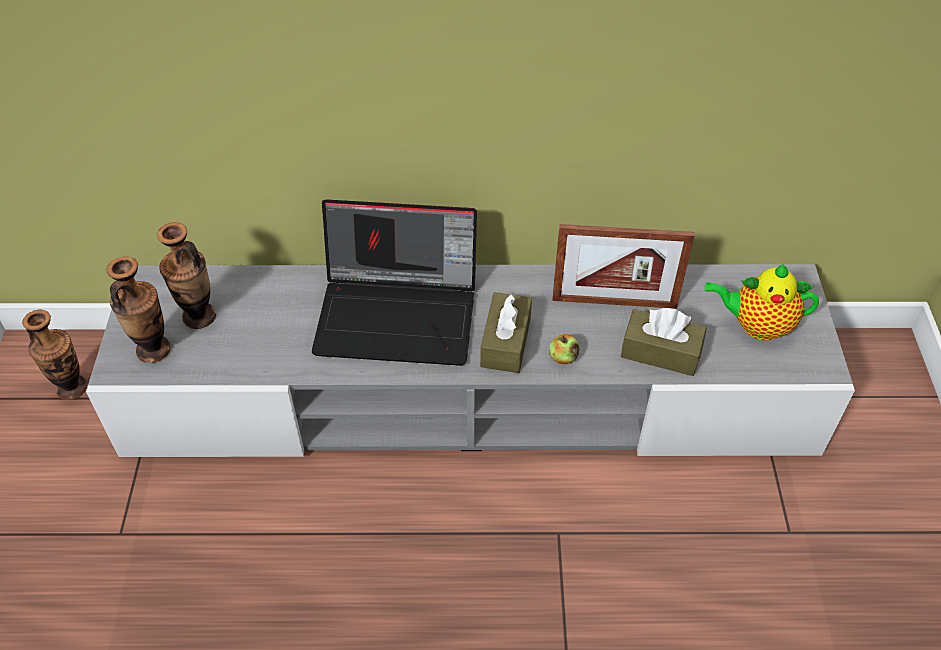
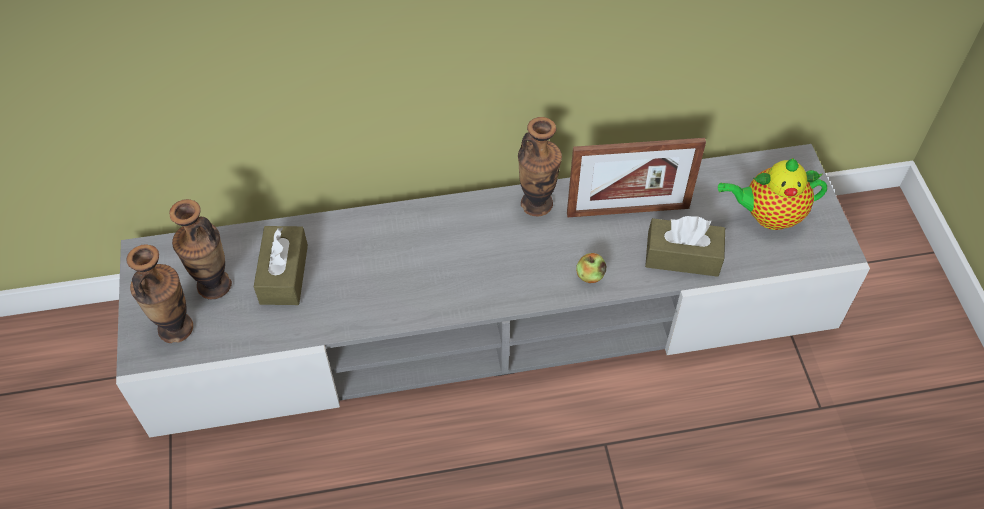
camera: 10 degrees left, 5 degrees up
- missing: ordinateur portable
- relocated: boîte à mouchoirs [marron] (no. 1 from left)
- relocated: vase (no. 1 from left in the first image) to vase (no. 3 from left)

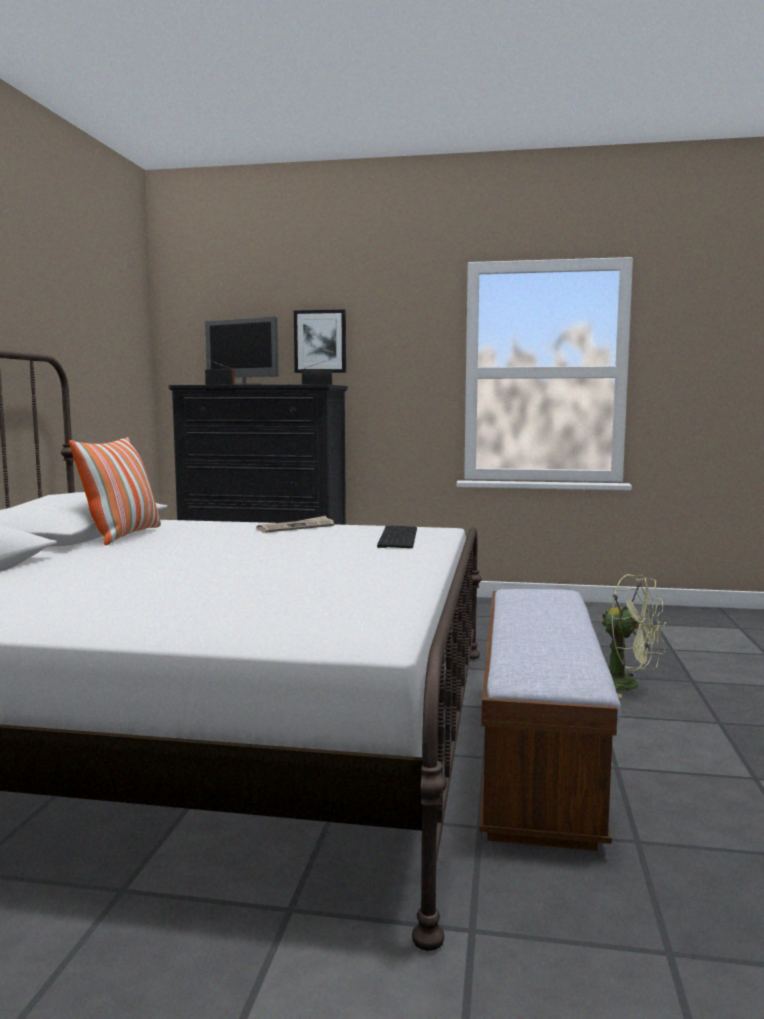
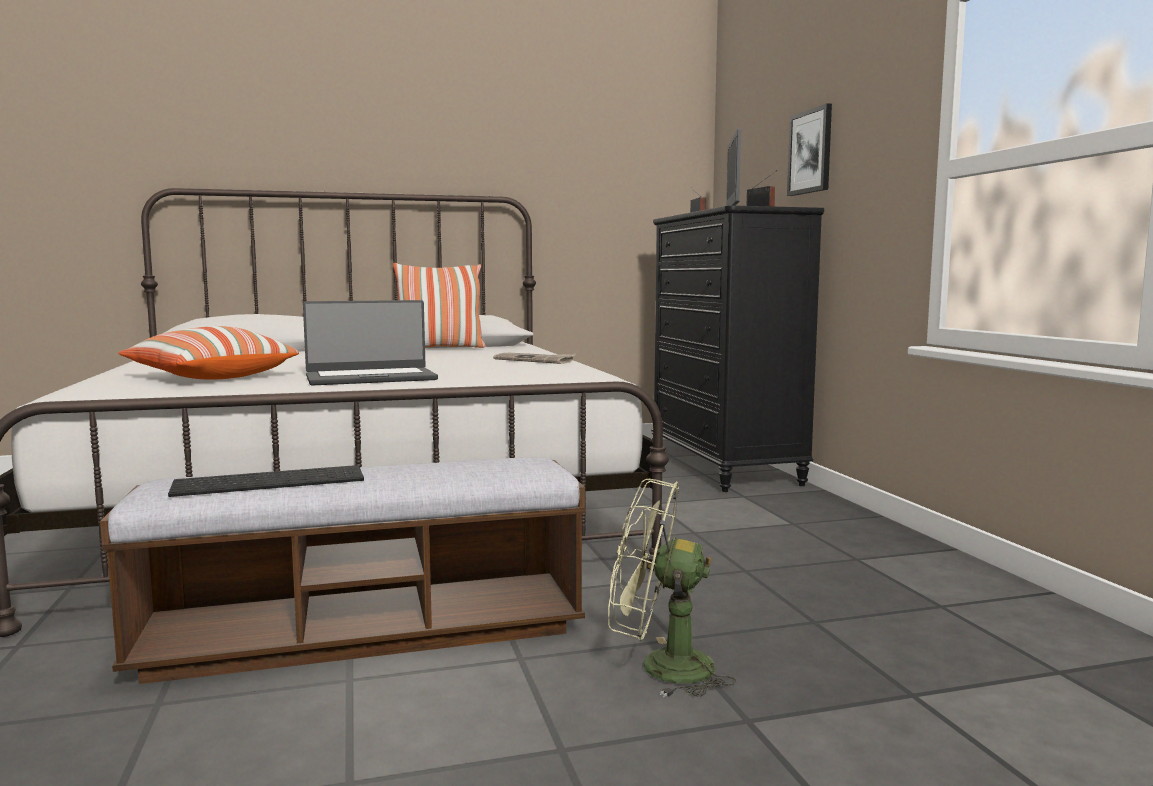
camera: 65 degrees right, 0 degrees up
- relocated: clavier
- spun: ventilateur [vert] 90 degrees clockwise
- appeared: ordinateur portable
- appeared: coussin (no. 1 from left)

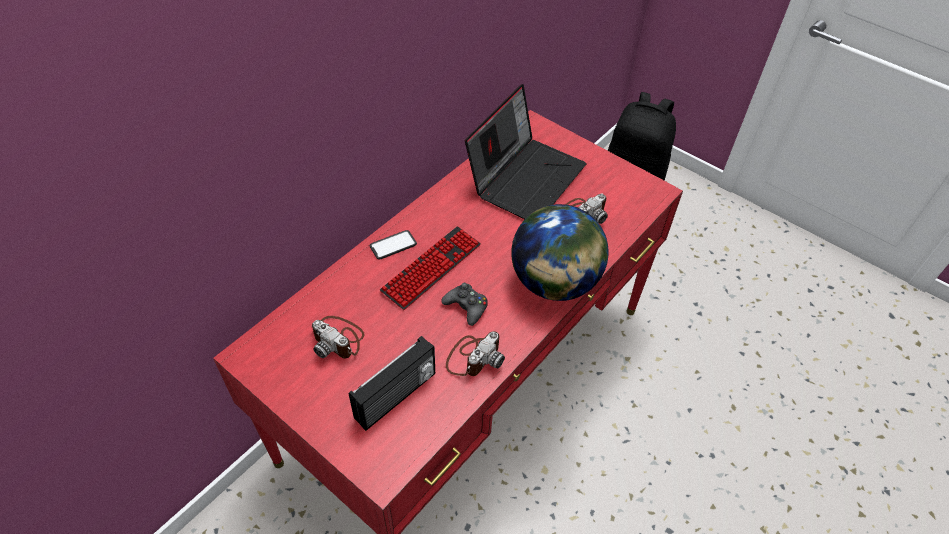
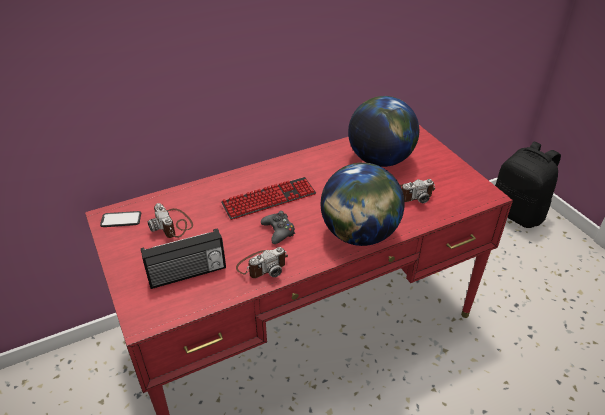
camera: 25 degrees right, 10 degrees down
- exchanged: ordinateur portable to globe (no. 2 from left)
- relocated: téléphone

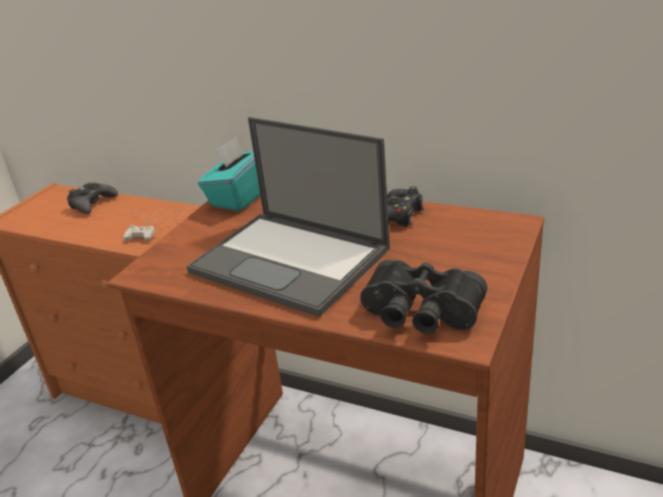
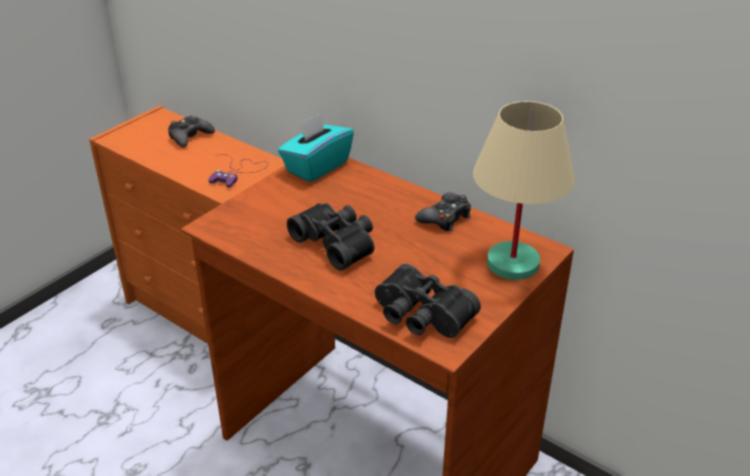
camera: 10 degrees right, 5 degrees up
- exchanged: ordinateur portable to jumelles [noir] (no. 1 from left)
- colour: manette [blanc] to manette [violet]
- appeared: lampe de table [beige]

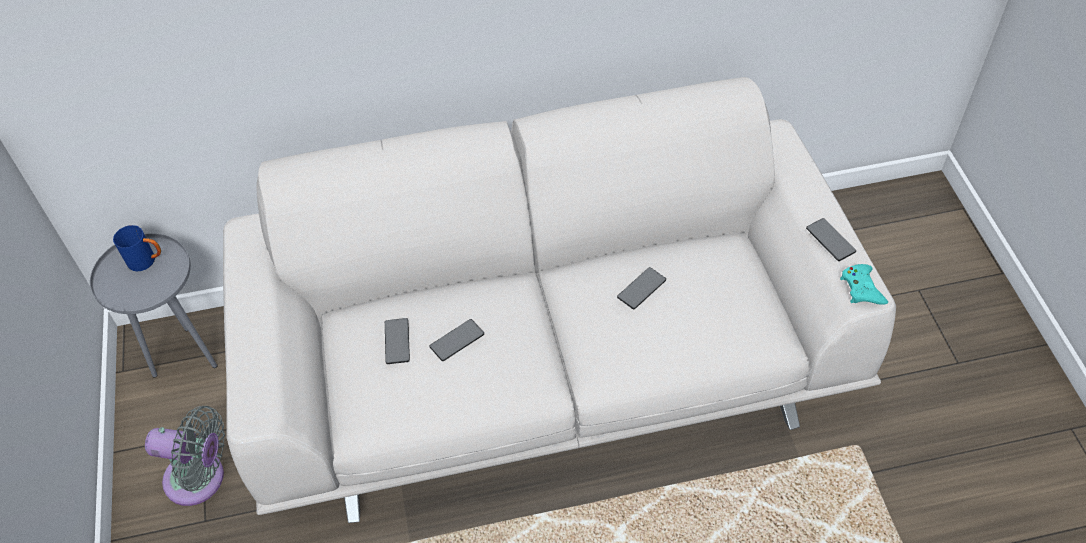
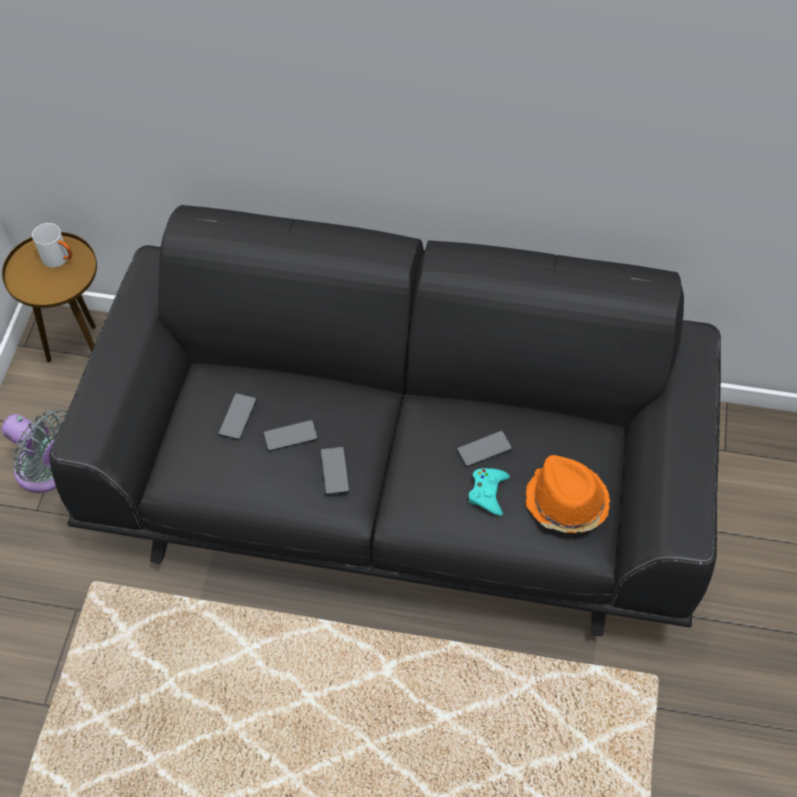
camera: 20 degrees right, 5 degrees up
- colour: canapé [blanc] to canapé [noir]
- relocated: téléphone (no. 4 from left in the first image) to téléphone (no. 3 from left)
- colour: mug [bleu] to mug [blanc]
- colour: table d'appoint [gris] to table d'appoint [marron]
- relocated: manette [turquoise]
- appeared: chapeau [orange]

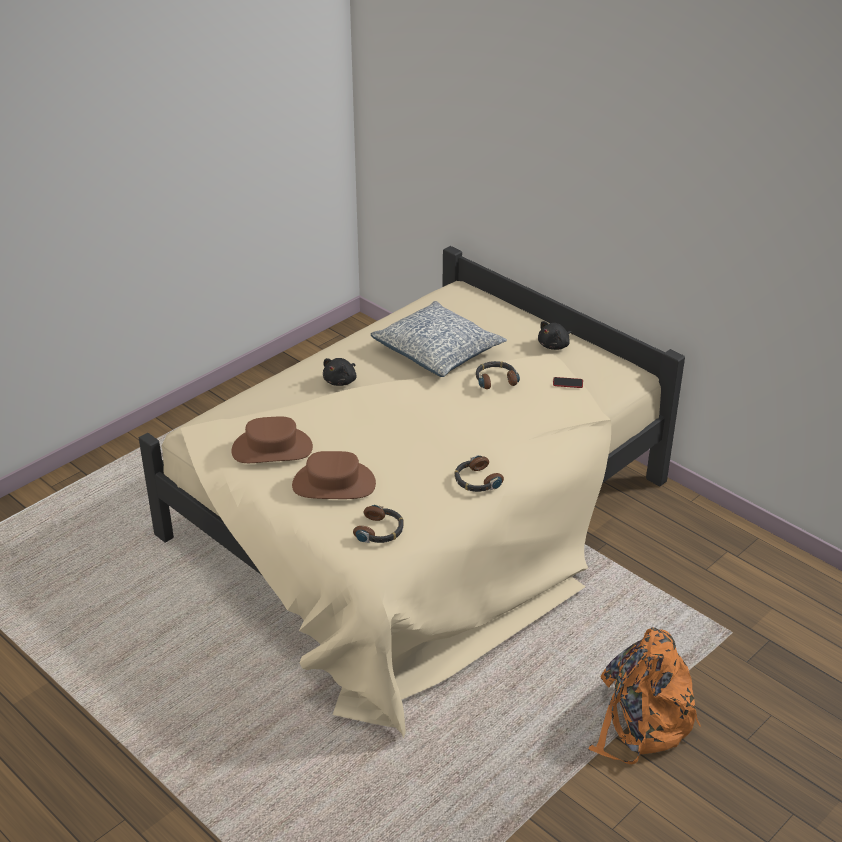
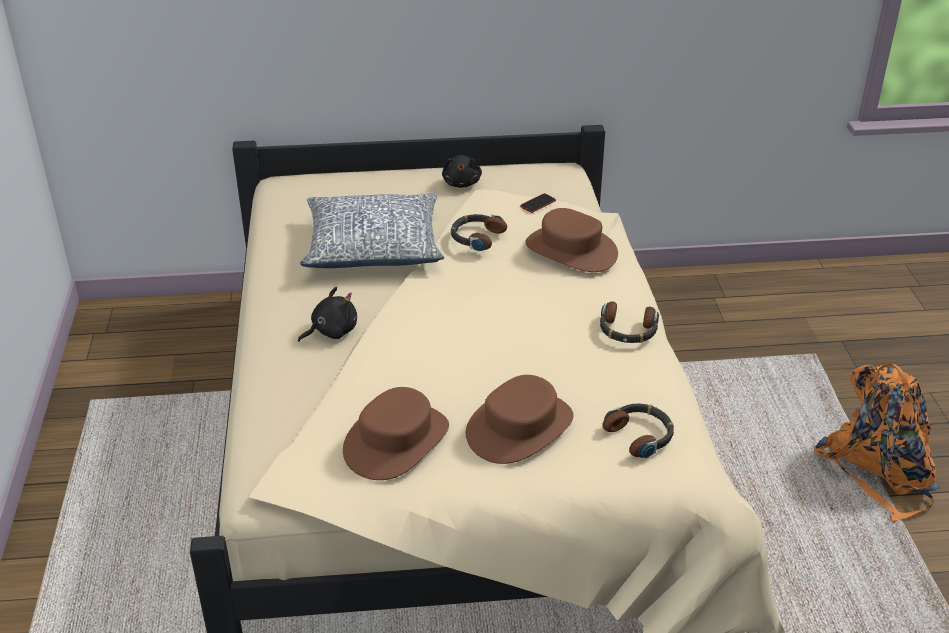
camera: 50 degrees left, 0 degrees up
- spun: peluche [noir] (no. 1 from left) 105 degrees counterclockwise
- appeared: chapeau [marron] (no. 3 from left)

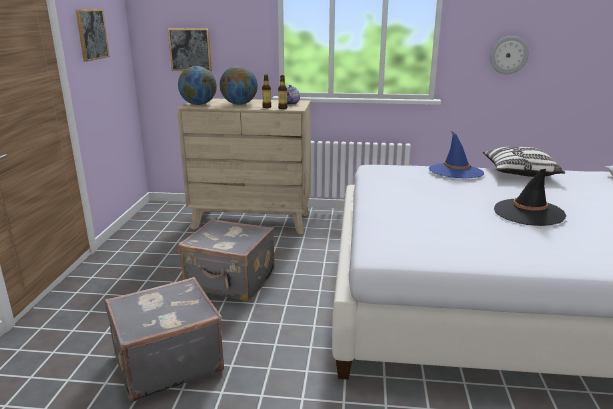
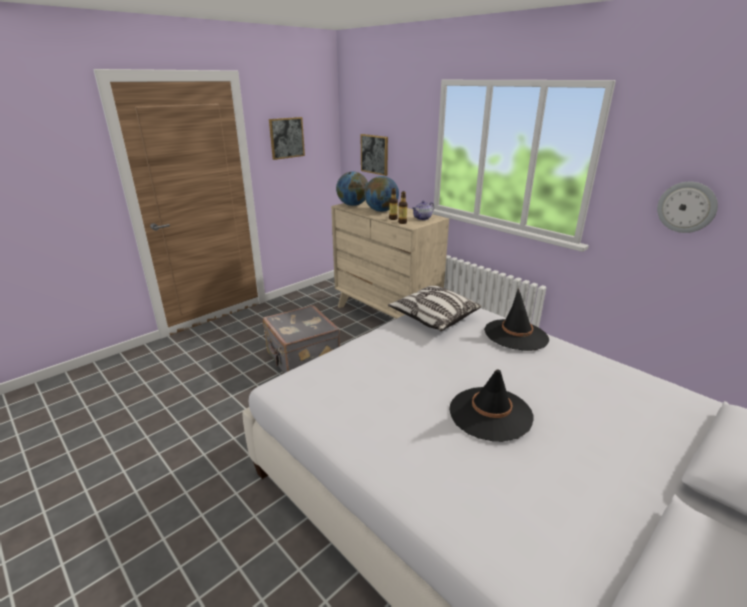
camera: 40 degrees right, 5 degrees up
- colour: chapeau [bleu] to chapeau [noir] (no. 2 from left)
- relocated: coussin
- missing: valise [gris] (no. 1 from left)

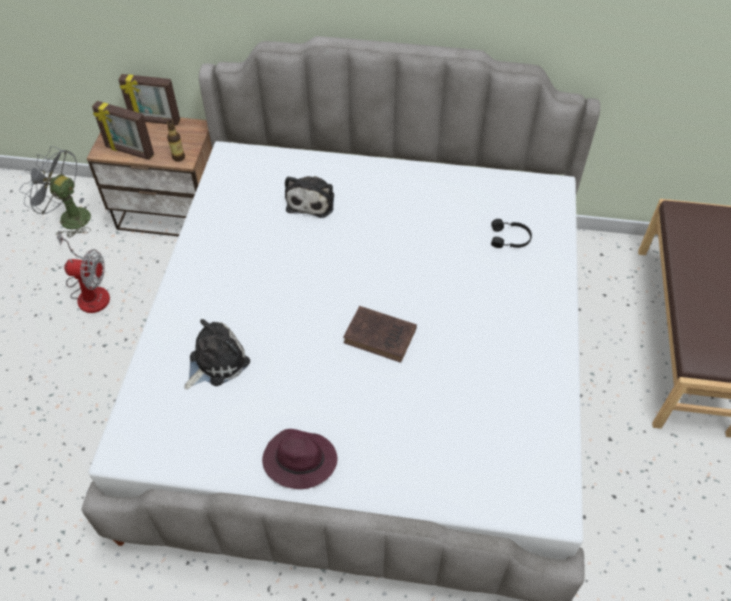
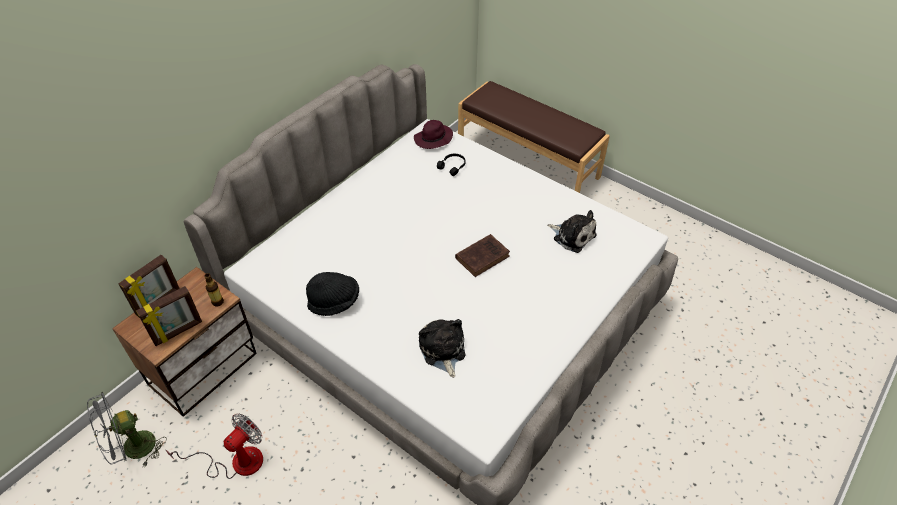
camera: 60 degrees left, 5 degrees down
- relocated: peluche (no. 2 from left)
- relocated: chapeau [violet]
- appeared: chapeau [noir]

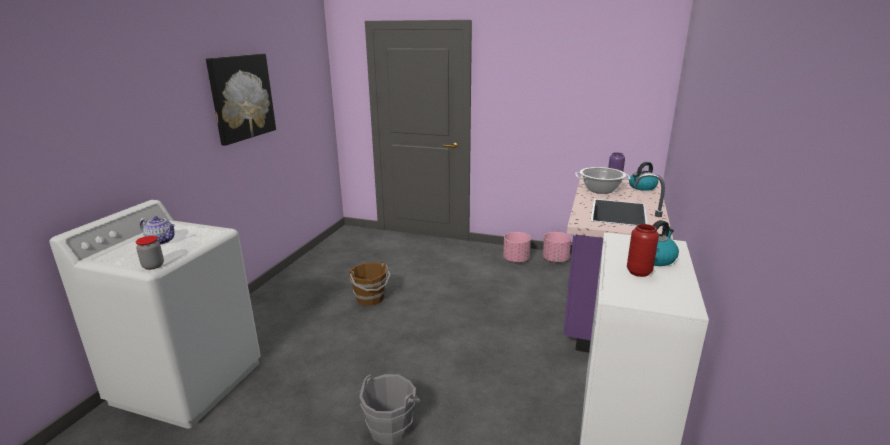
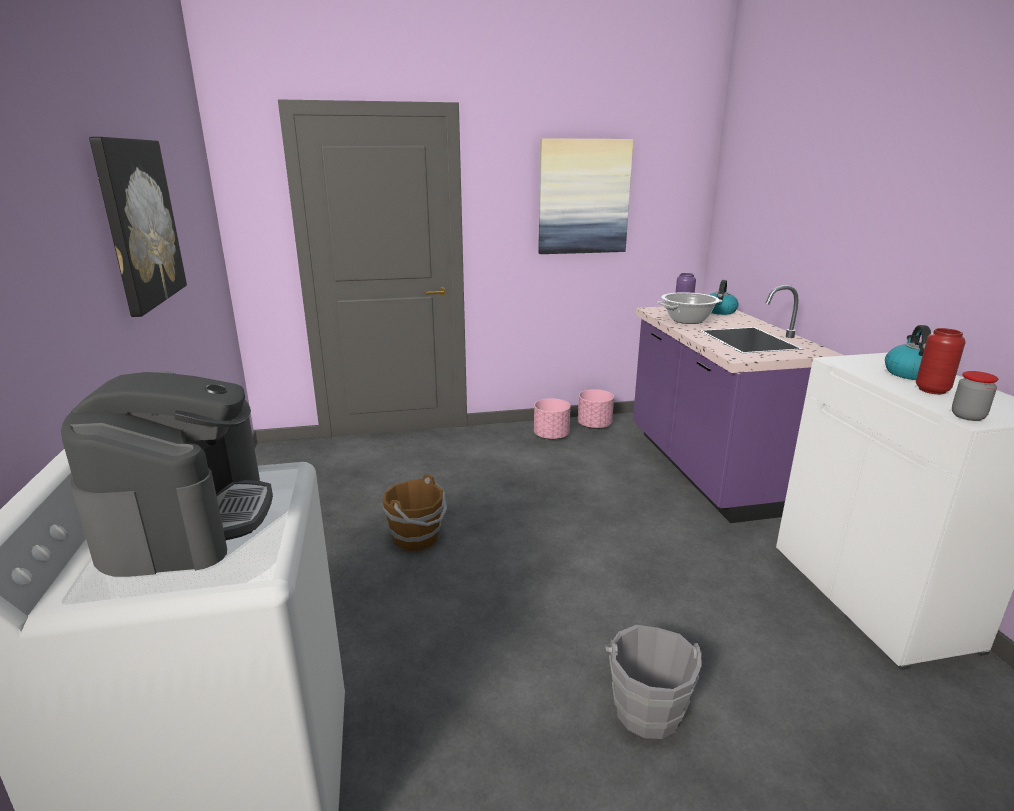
camera: 30 degrees left, 0 degrees up
- exchanged: théière to machine à café
- relocated: bocal
- appeared: tableau (no. 2 from left)

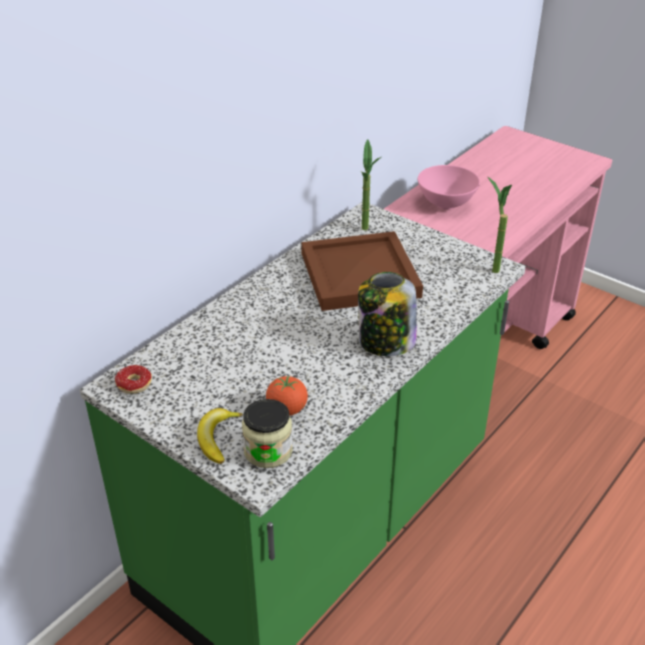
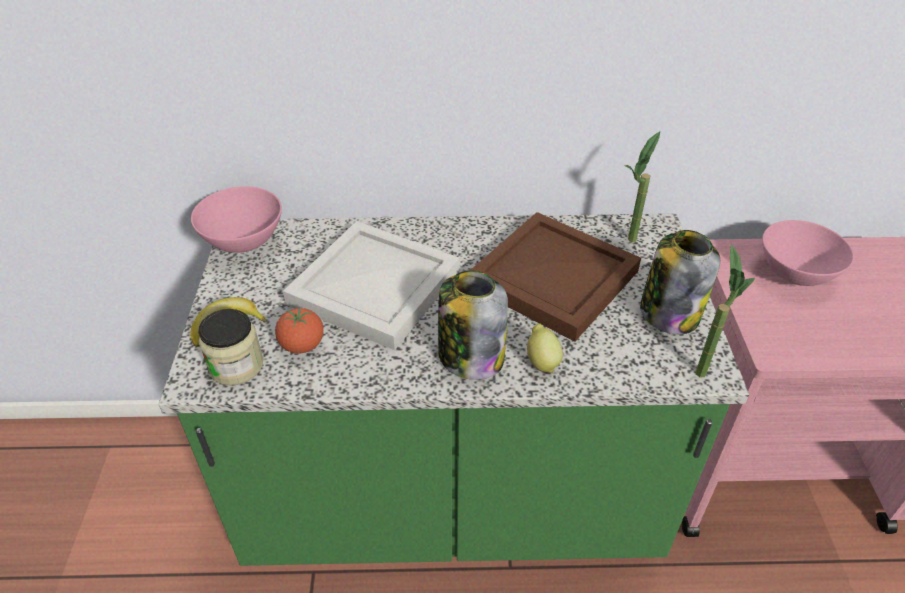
camera: 50 degrees right, 5 degrees up
- exchanged: beignet to bol [rose] (no. 1 from left)
- appeared: plateau [blanc]
- appeared: bocal (no. 3 from left)
- appeared: citron

